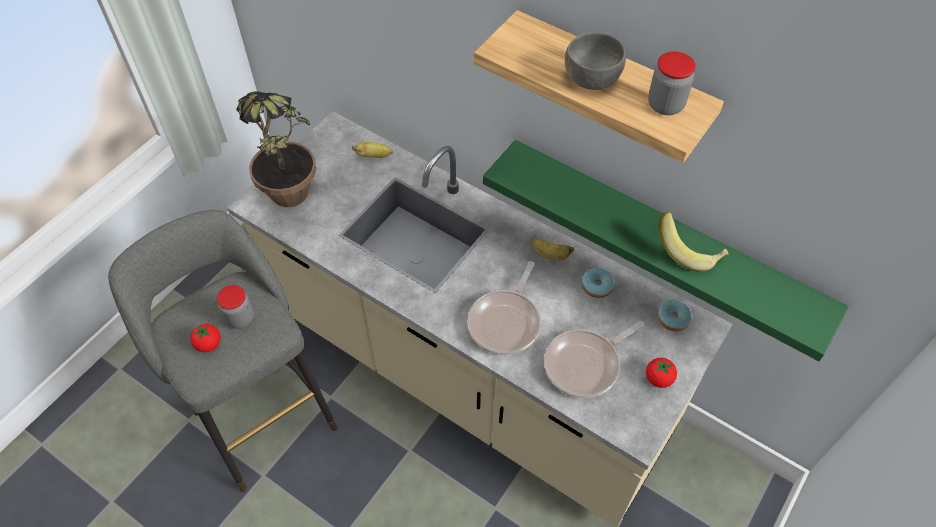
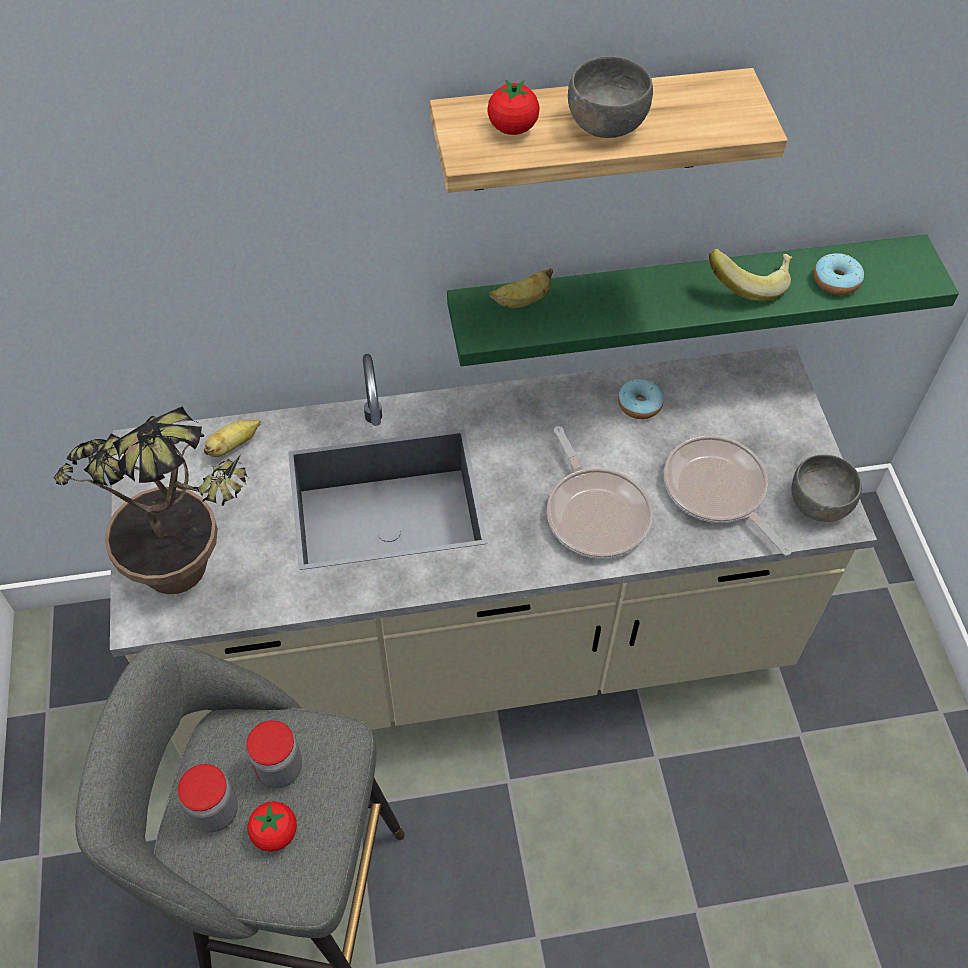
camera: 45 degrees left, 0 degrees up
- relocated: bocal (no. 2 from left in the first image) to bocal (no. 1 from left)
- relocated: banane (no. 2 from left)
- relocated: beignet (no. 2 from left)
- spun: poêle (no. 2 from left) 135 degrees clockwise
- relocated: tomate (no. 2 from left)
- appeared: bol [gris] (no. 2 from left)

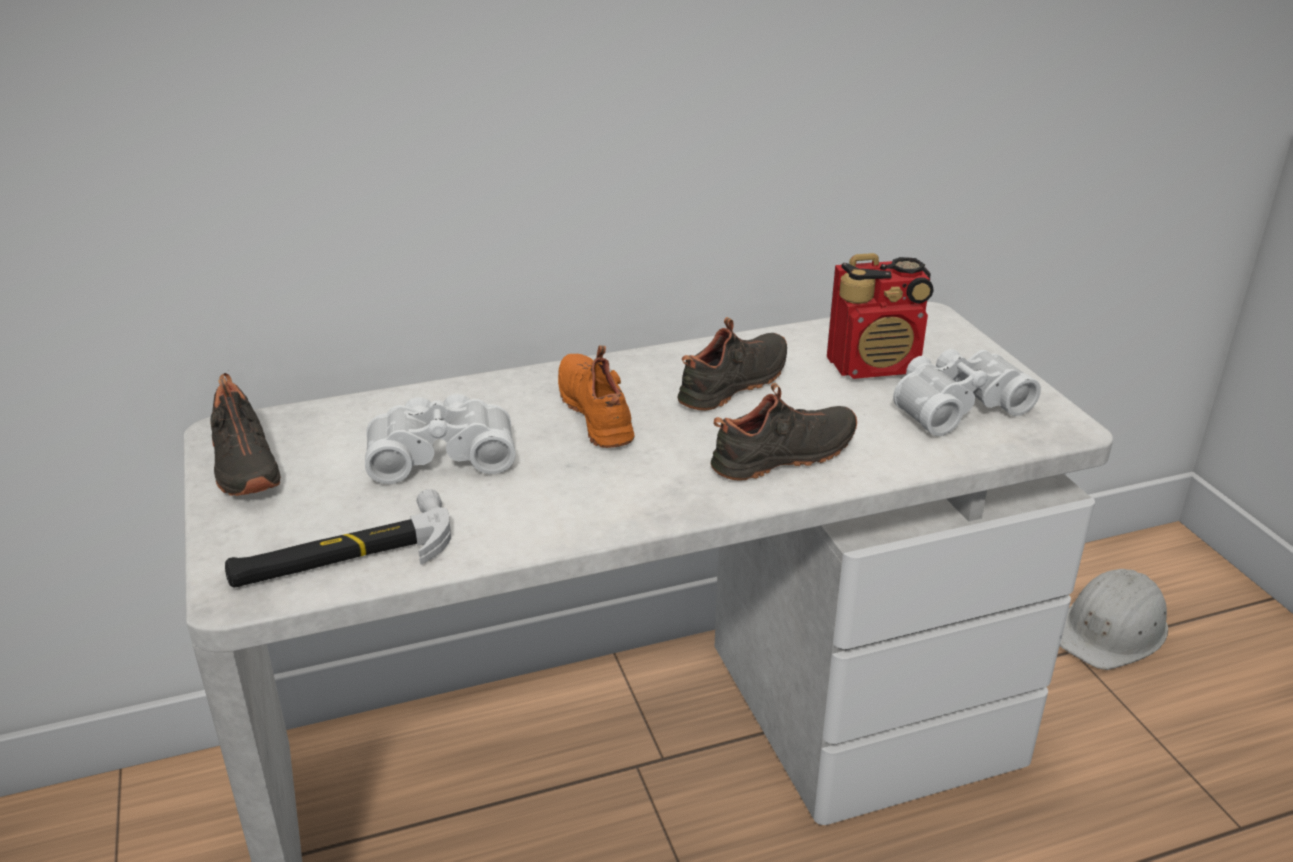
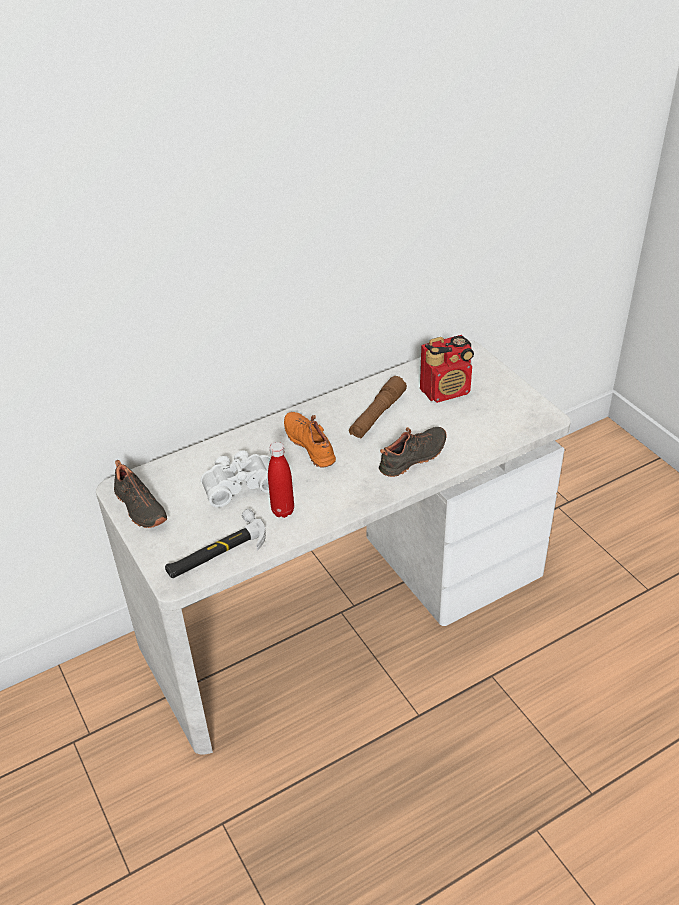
camera: 10 degrees left, 10 degrees up
- exchanged: chaussure [noir] (no. 2 from left) to lampe de poche [marron]
- missing: jumelles [blanc] (no. 2 from left)
- missing: casque de chantier [blanc]
- appeared: bouteille [rouge]

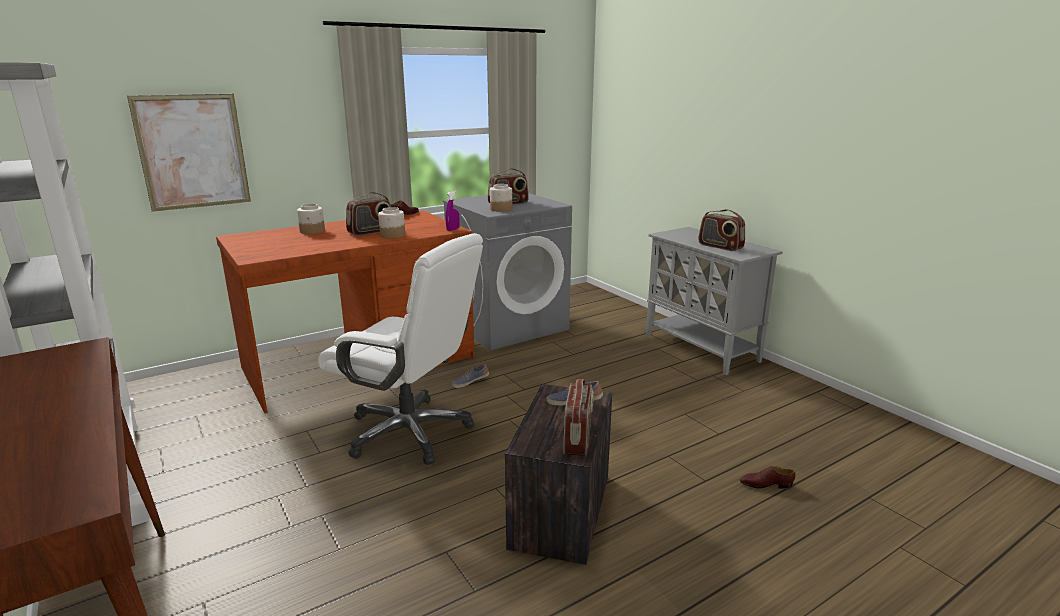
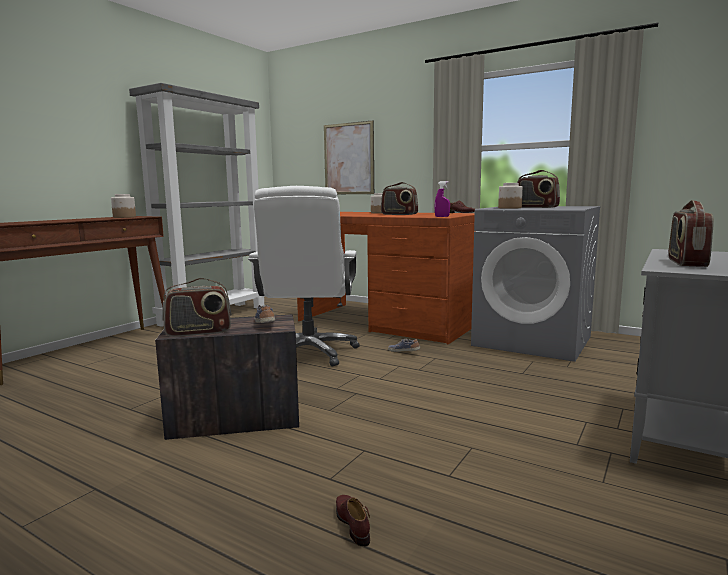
camera: 65 degrees right, 10 degrees down
- relocated: bocal (no. 2 from left in the first image) to bocal (no. 1 from left)

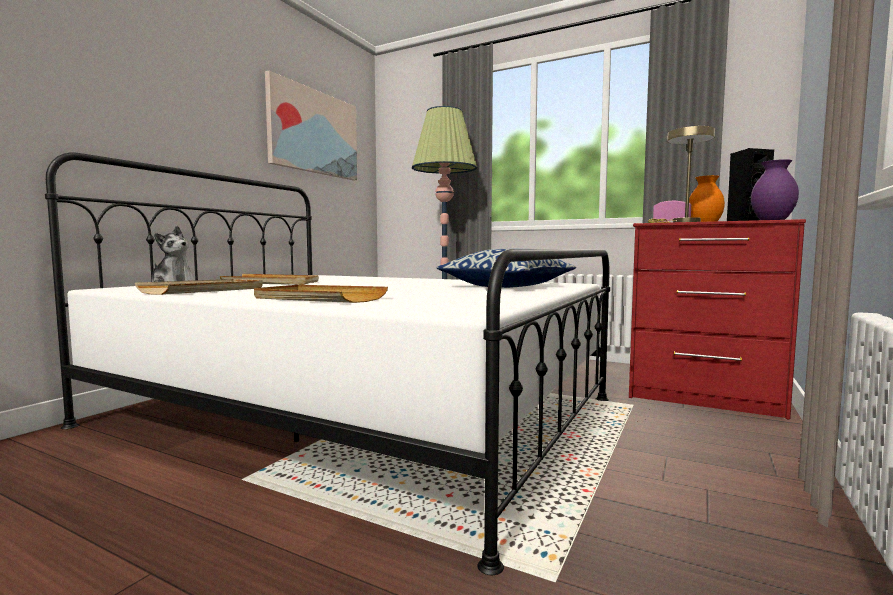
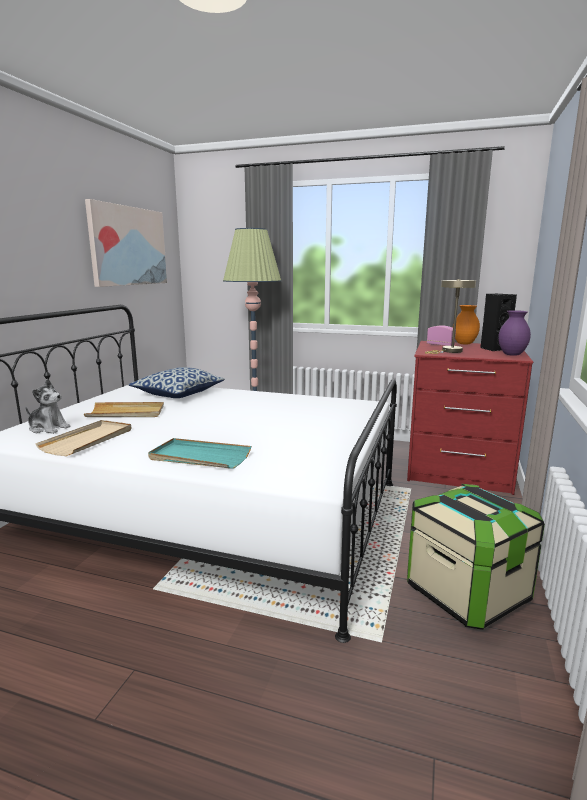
camera: 10 degrees left, 10 degrees up
- relocated: coussin
- colour: plateau [beige] (no. 3 from left) to plateau [turquoise]
- appeared: boîte de rangement

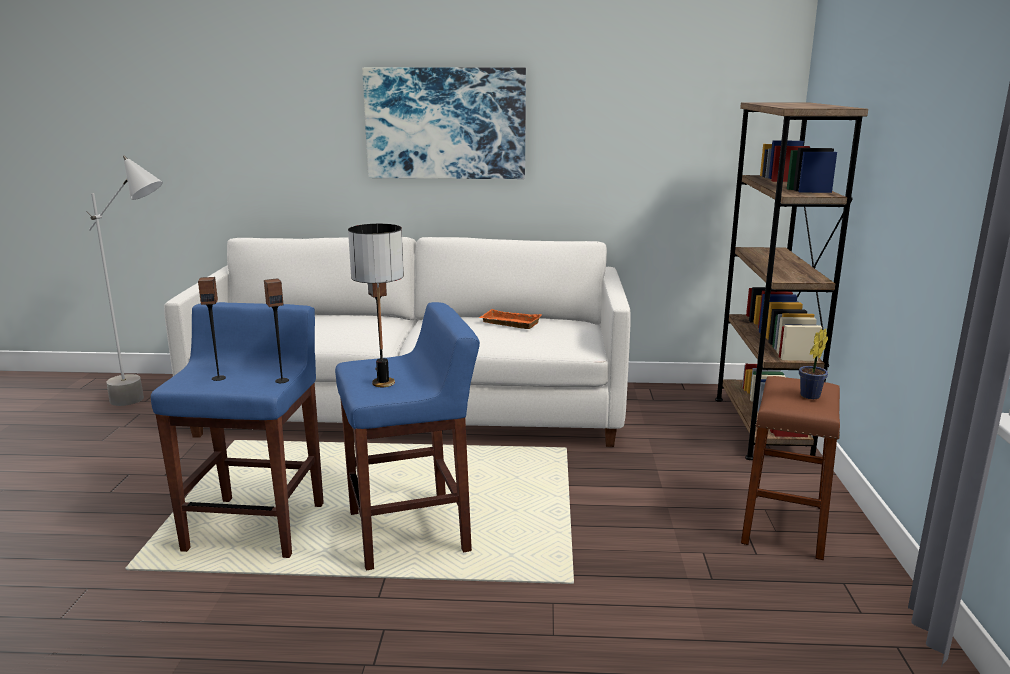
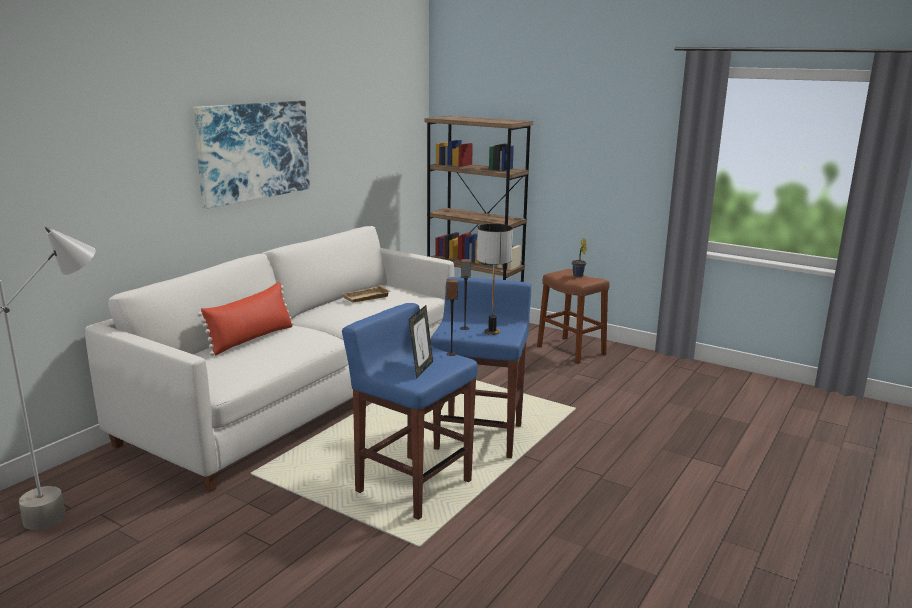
camera: 60 degrees left, 0 degrees up
- exchanged: enceinte (no. 1 from left) to cadre photo
- colour: plateau [orange] to plateau [beige]
- appeared: coussin [rouge]

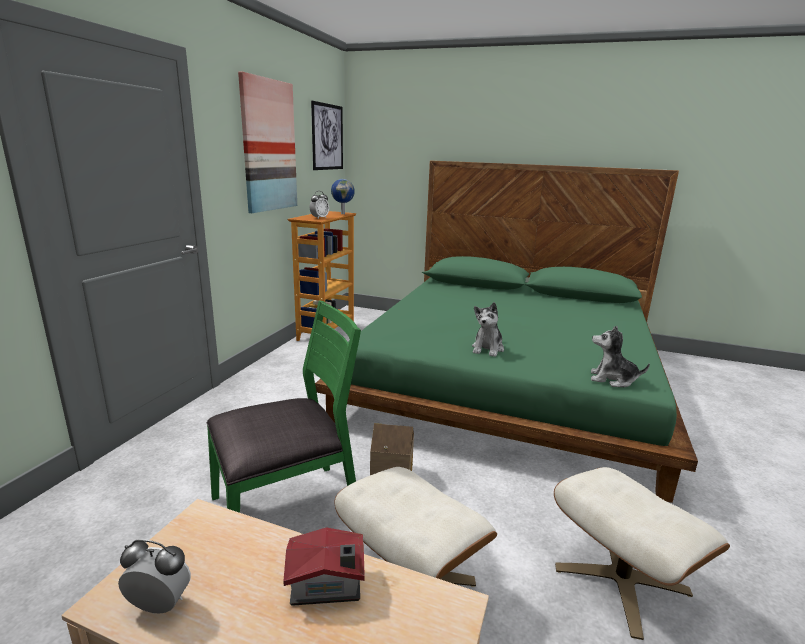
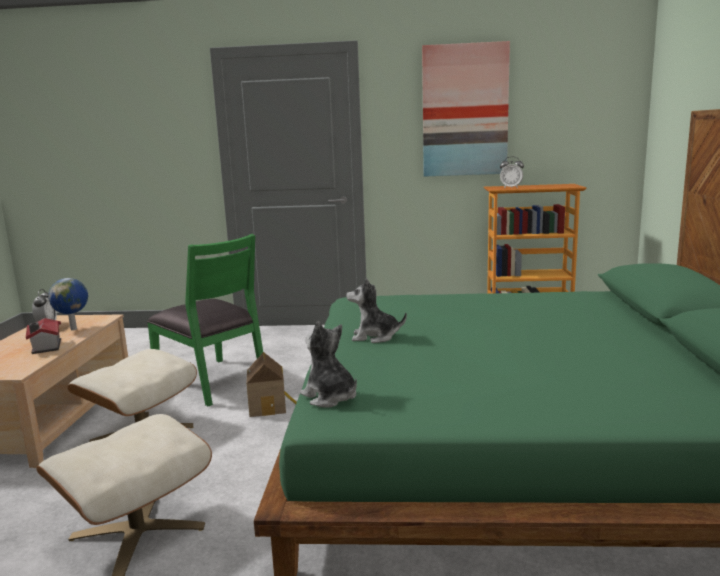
camera: 75 degrees right, 5 degrees down
- missing: tableau (no. 2 from left)
- relocated: globe
- spun: peluche (no. 2 from left in the first image) 45 degrees counterclockwise

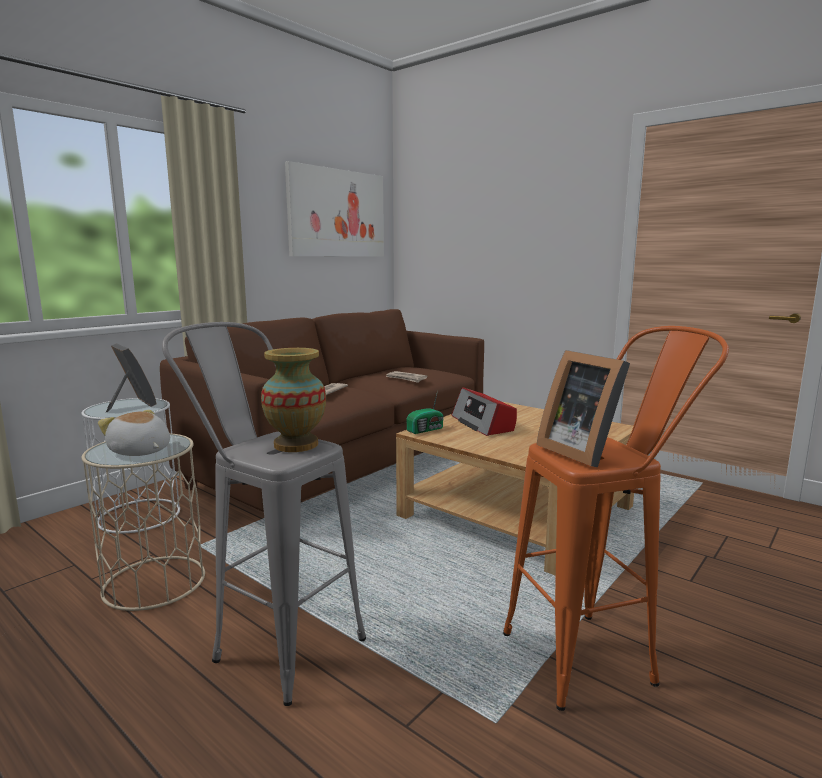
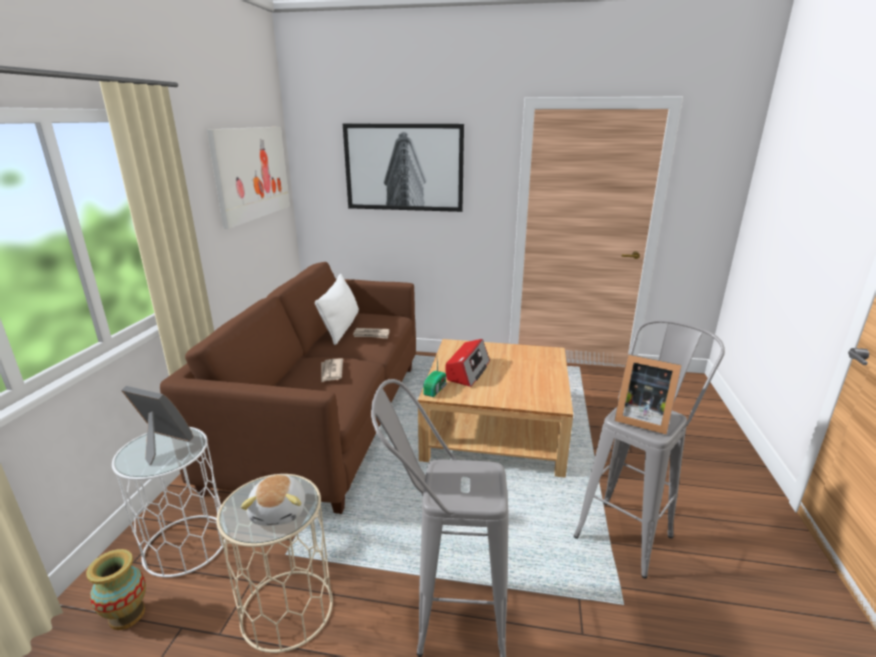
camera: 30 degrees left, 10 degrees up
- colour: tabouret [orange] to tabouret [gris] (no. 2 from left)
- relocated: vase
- spun: radio (no. 2 from left) 105 degrees counterclockwise
- spun: peluche 105 degrees counterclockwise
- appeared: tableau (no. 2 from left)
- appeared: coussin [blanc]

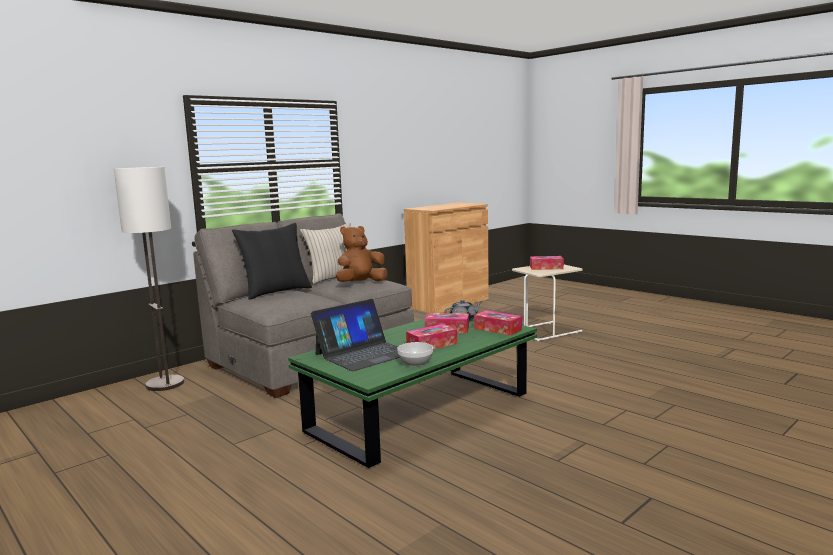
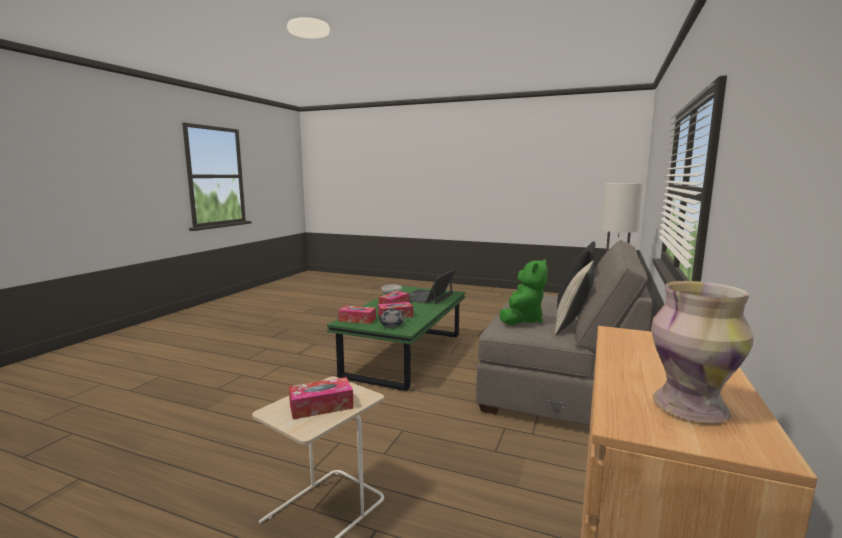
camera: 155 degrees right, 0 degrees up
- colour: peluche [marron] to peluche [vert]
- appeared: vase

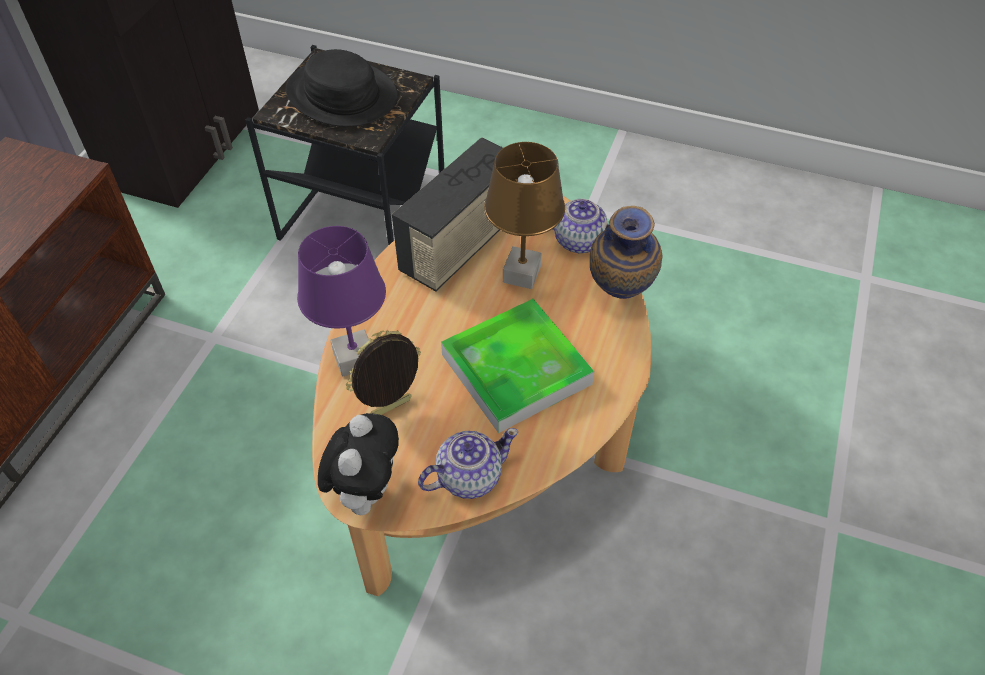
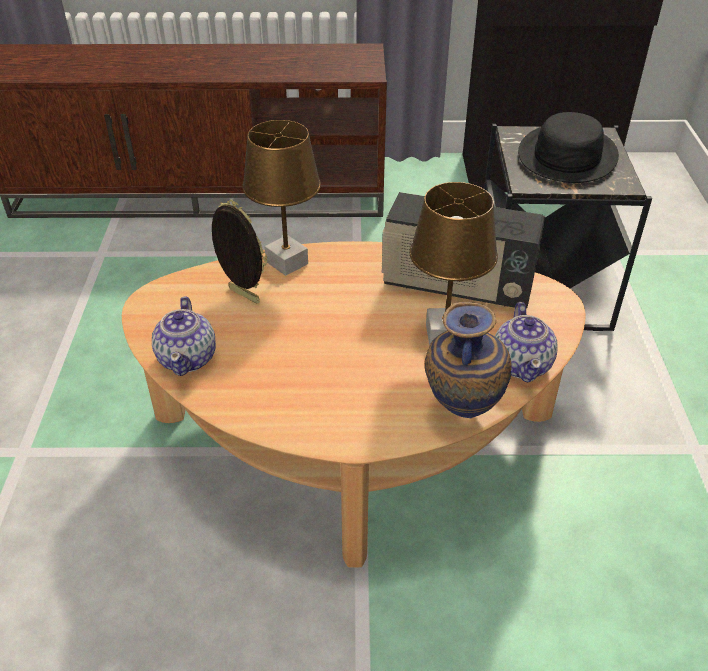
camera: 70 degrees right, 10 degrees down
- colour: lampe de table [violet] to lampe de table [marron] (no. 1 from left)
- missing: plateau
- missing: peluche
- spun: théière (no. 1 from left) 45 degrees clockwise

